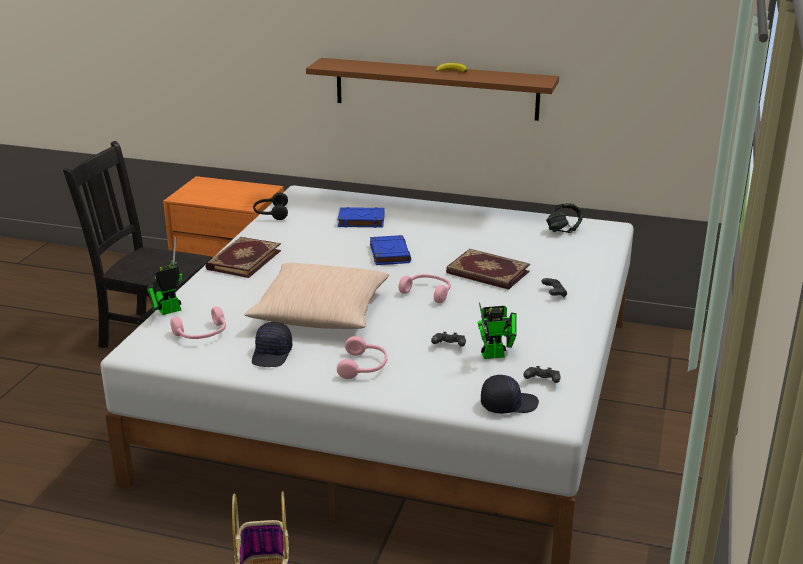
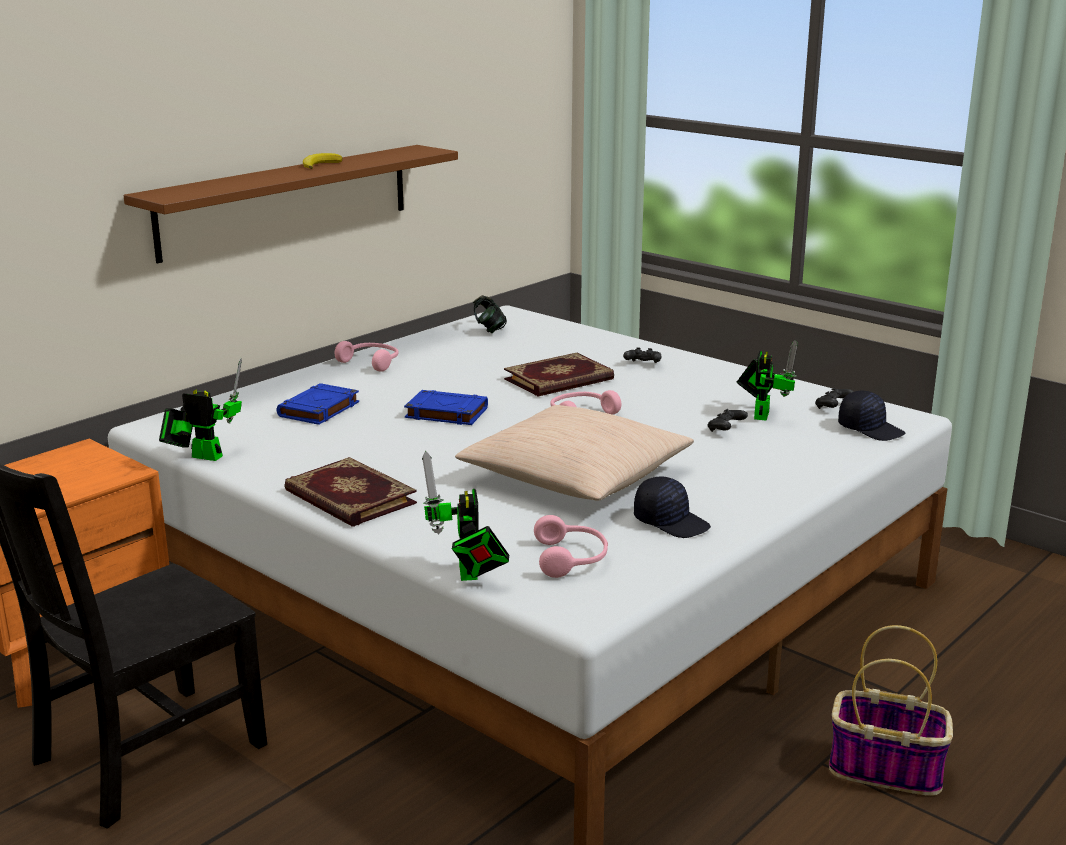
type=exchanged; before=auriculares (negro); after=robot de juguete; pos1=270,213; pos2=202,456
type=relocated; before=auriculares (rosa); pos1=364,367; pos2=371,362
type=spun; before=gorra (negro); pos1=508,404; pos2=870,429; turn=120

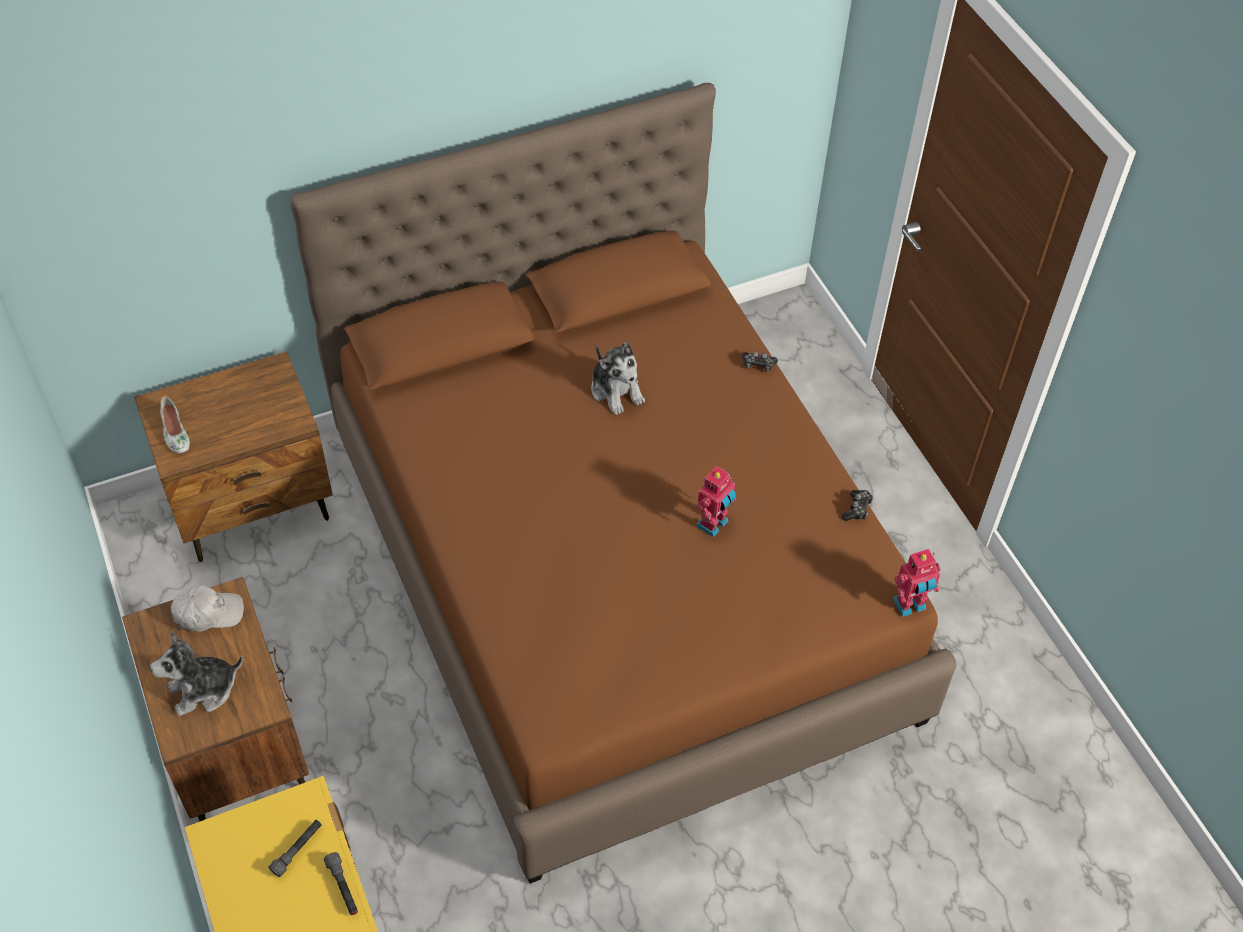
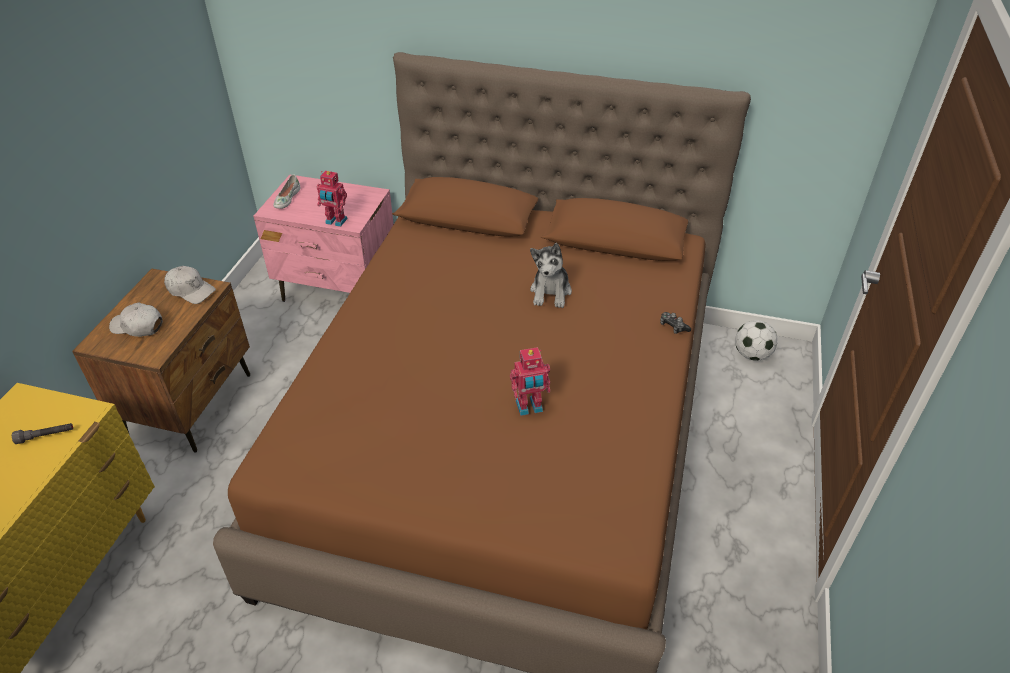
type=exchanged; before=peluche; after=gorra (blanco); pos1=203,690; pos2=138,326
type=colour; before=mesita de noche (marrón); after=mesita de noche (rosa); pos1=253,505; pos2=339,289
type=relocated; before=robot de juguete; pos1=910,605; pos2=335,222
type=appeared; after=balón de fútbol; pos2=752,355
type=missing; before=linterna (gris); pos1=343,887
type=missing; before=mando de consola; pos1=857,509

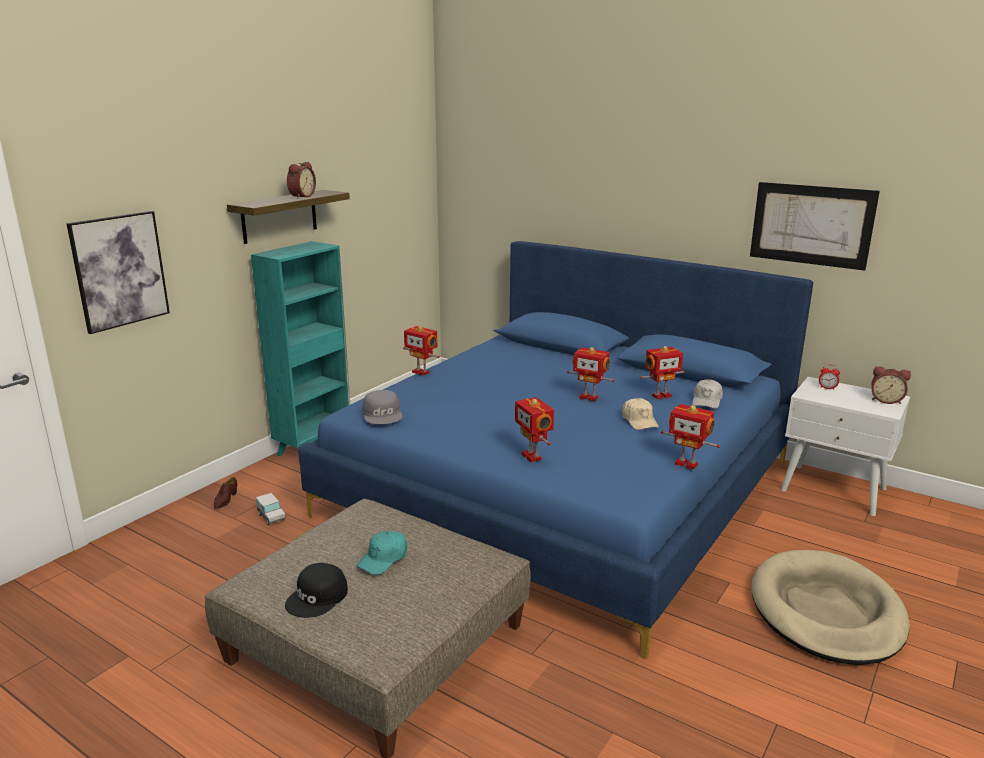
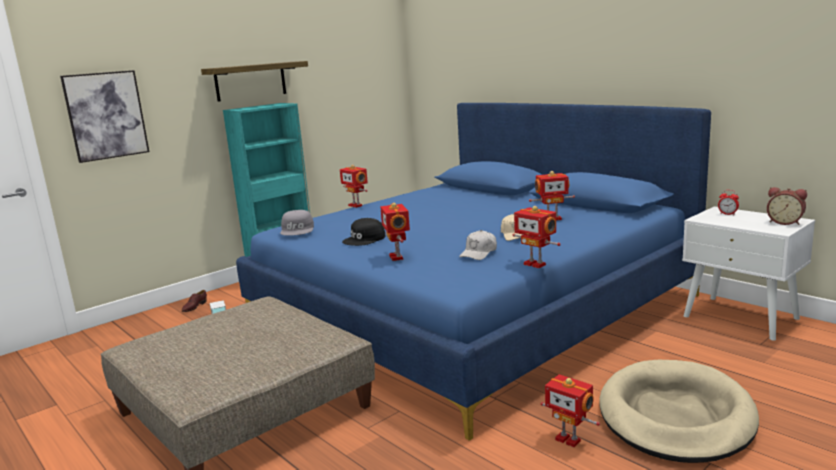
type=relocated; before=gorra (negro); pos1=318,597; pos2=364,239
type=relocated; before=gorra (blanco); pos1=707,401; pos2=479,253
type=relocated; before=robot de juguete; pos1=589,397; pos2=568,439
type=missing; before=despertador; pos1=301,196
type=missing; before=gorra (turquesa); pos1=383,559
type=missing; before=cuadro; pos1=811,225

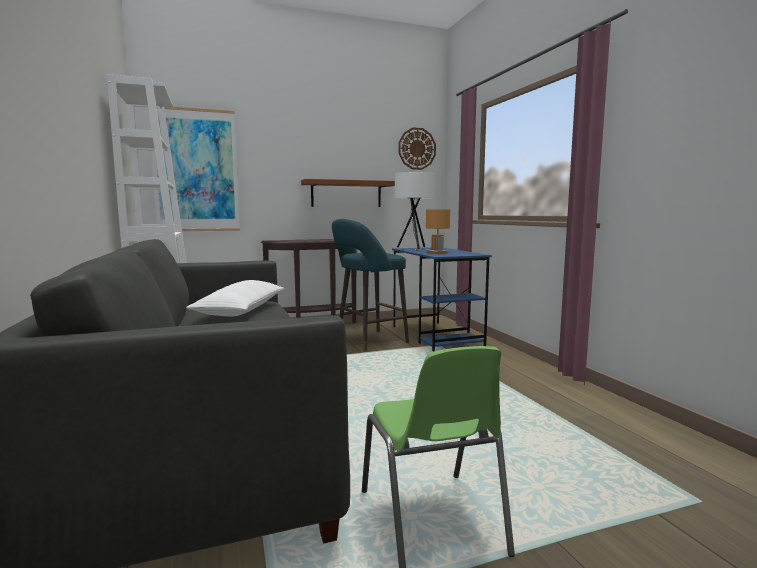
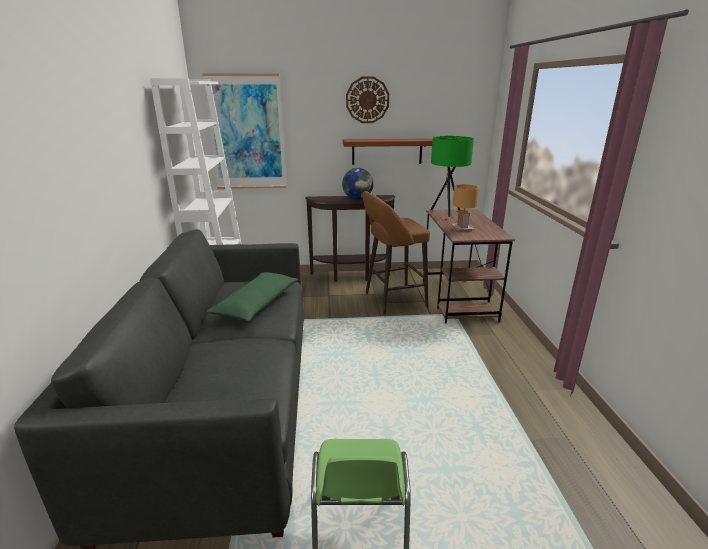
type=colour; before=cojín (blanco); after=cojín (verde); pos1=241,310; pos2=257,304
type=appeared; after=globo terráqueo; pos2=357,199
type=relocated; before=reloj de pared; pos1=417,148; pos2=367,100
type=colour; before=taburete (turquesa); after=taburete (marrón); pos1=368,341; pos2=392,300
type=colour; before=escritorio (azul); after=escritorio (marrón); pos1=436,336; pos2=458,300
type=colour; before=lámpara de mesa (blanco); after=lámpara de mesa (verde); pos1=413,248; pos2=446,213

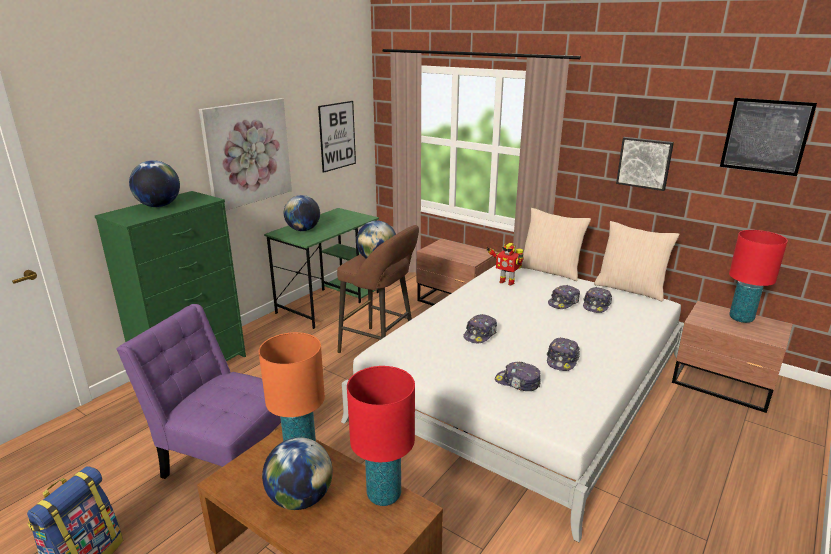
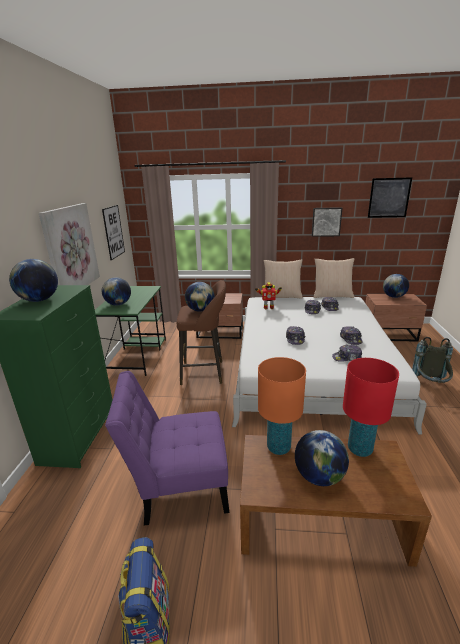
type=exchanged; before=lámpara de mesa (rojo); after=globo terráqueo; pos1=741,318; pos2=394,297
type=appeared; after=mochila (gris); pos2=429,386

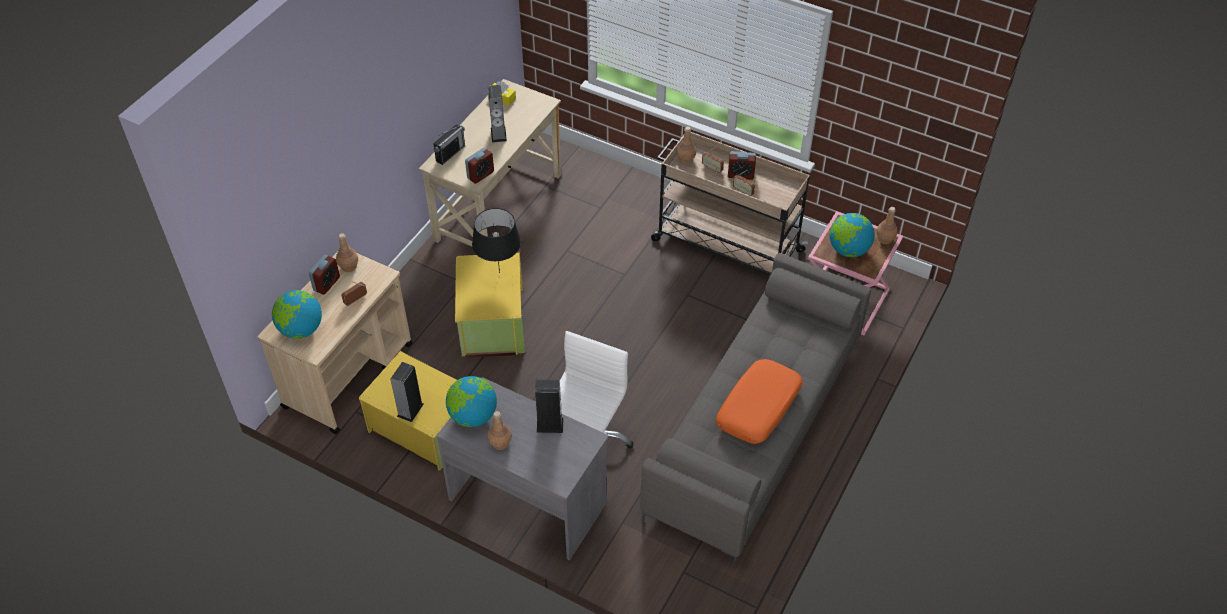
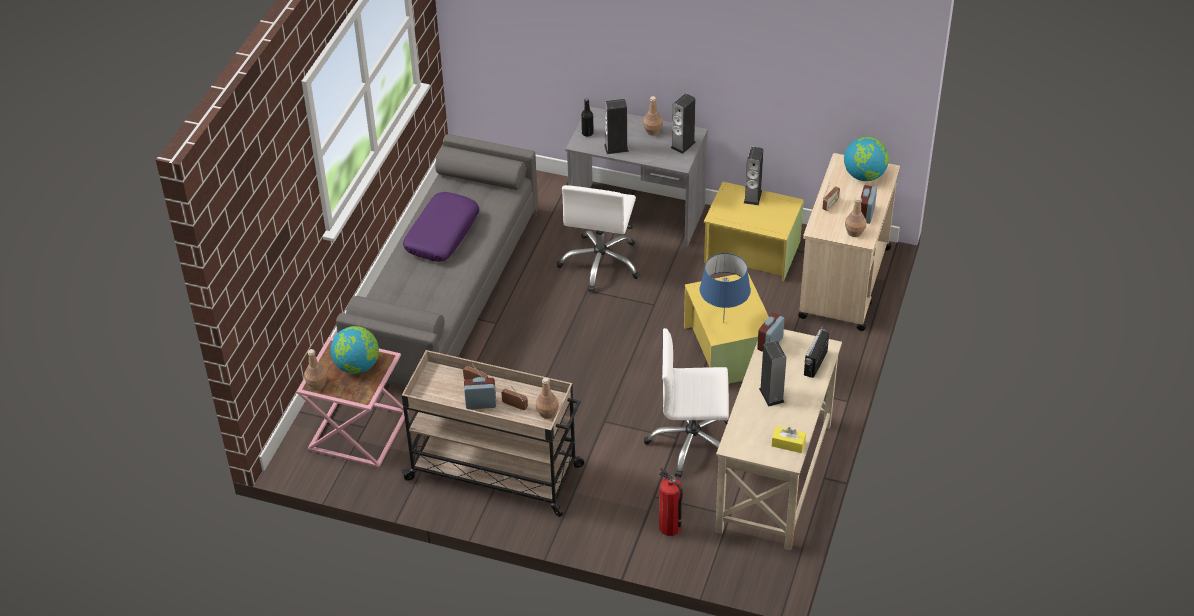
type=colour; before=cojín (naranja); after=cojín (morado); pos1=759,408; pos2=442,234
type=appeared; after=botella (negro); pos2=587,133
type=appeared; after=silla de oficina (blanco); pos2=692,443
type=appeared; after=extintor; pos2=670,527
type=exchanged; before=globo terráqueo; after=altavoz; pos1=473,416; pos2=683,145
type=colour; before=lámpara de mesa (negro); after=lámpara de mesa (azul); pos1=499,272; pos2=723,322

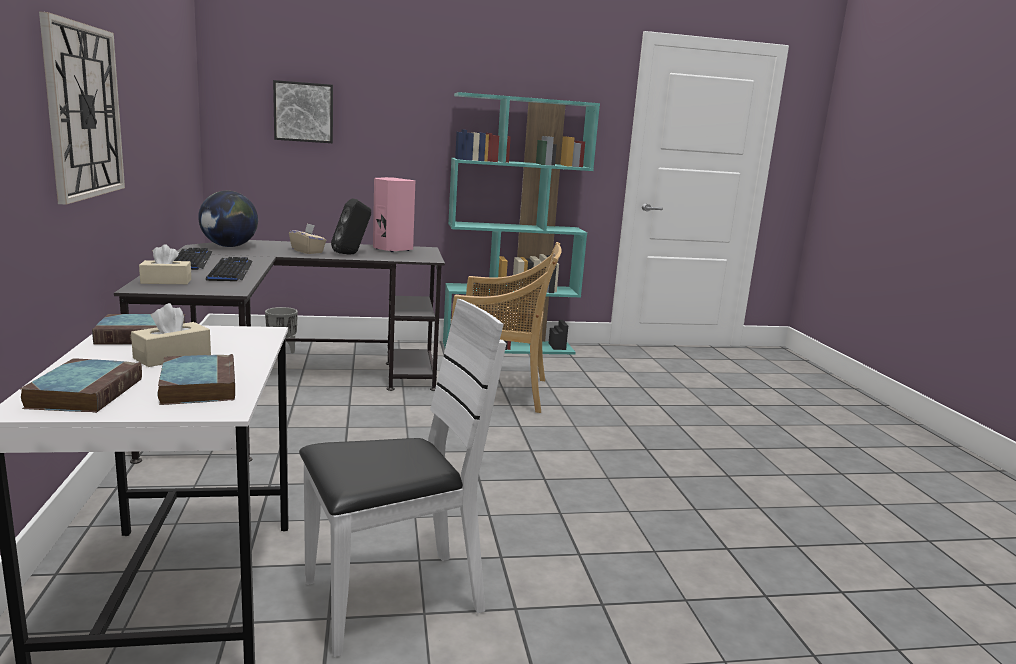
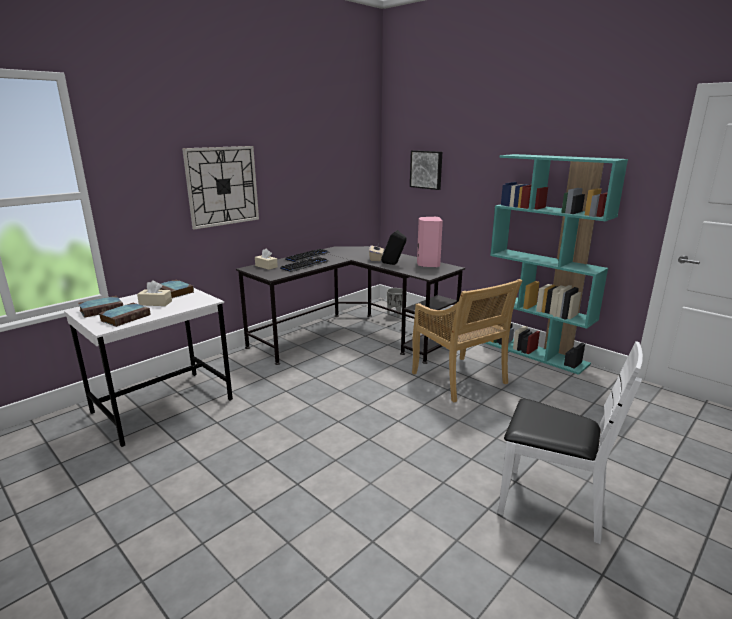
type=relocated; before=silla (blanco); pos1=391,599; pos2=550,504
type=missing; before=globo terráqueo; pos1=229,246

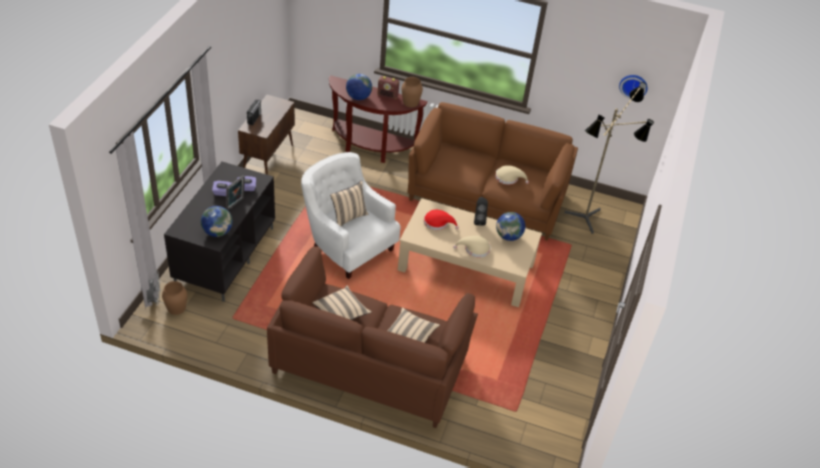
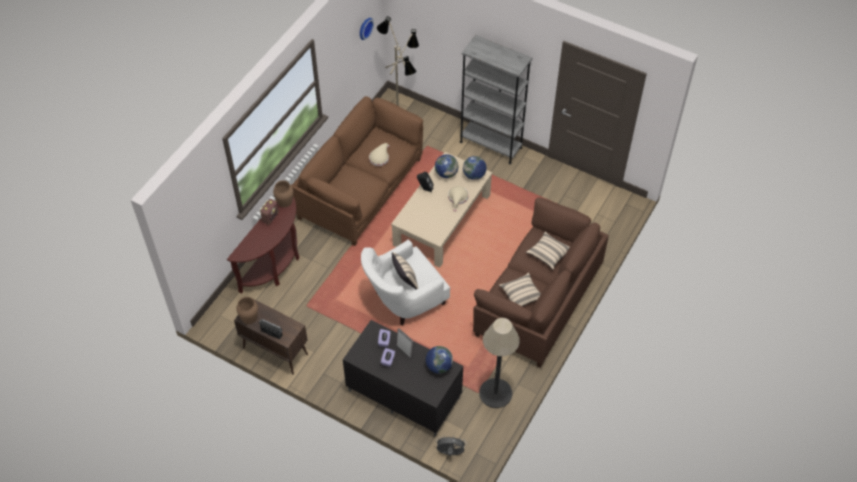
type=relocated; before=florero (marrón); pos1=176,307; pos2=249,317
type=appeared; after=estantería (gris); pos2=490,144
type=relocated; before=globo terráqueo; pos1=358,97; pos2=474,175
type=appeared; after=lámpara de pie; pos2=495,393
type=missing; before=sombrero (rojo); pos1=438,223

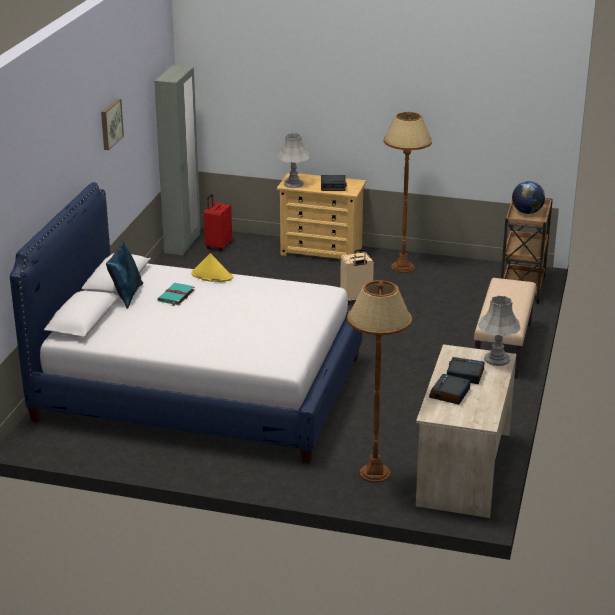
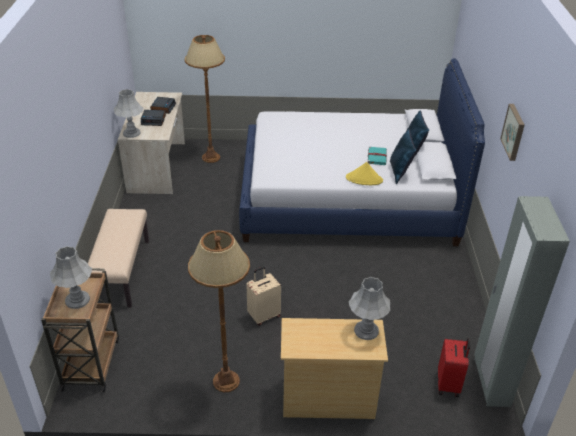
type=exchanged; before=globo terráqueo; after=lámpara de mesa (gris); pos1=527,212; pos2=77,300
type=appeared; after=cojín (azul); pos2=400,172
type=missing; before=despertador; pos1=333,186

